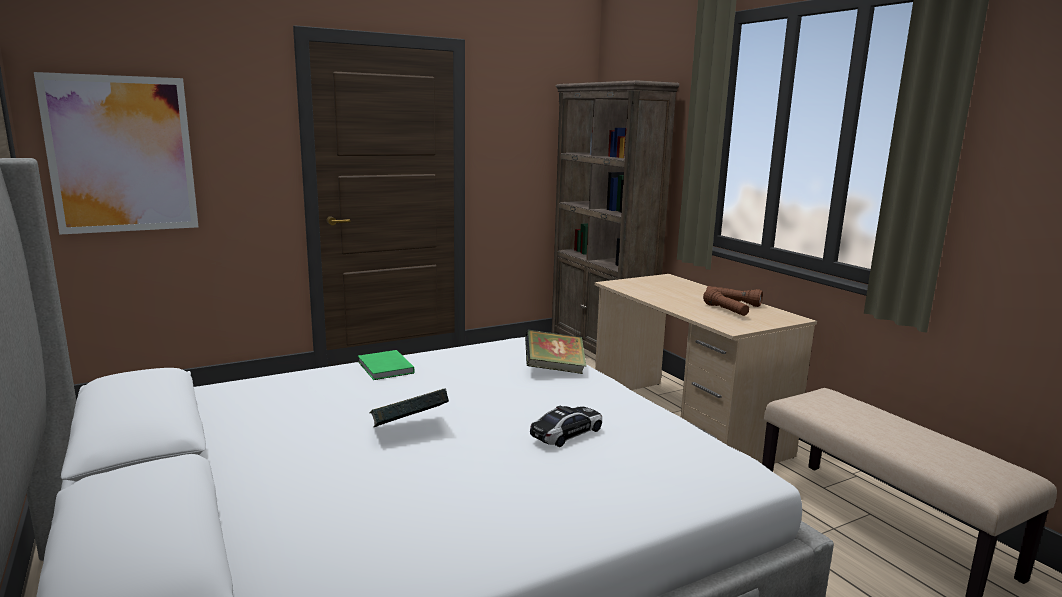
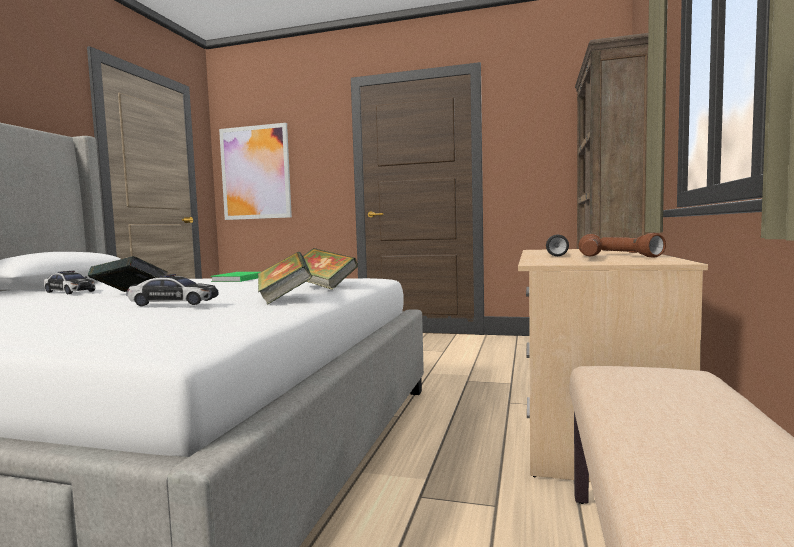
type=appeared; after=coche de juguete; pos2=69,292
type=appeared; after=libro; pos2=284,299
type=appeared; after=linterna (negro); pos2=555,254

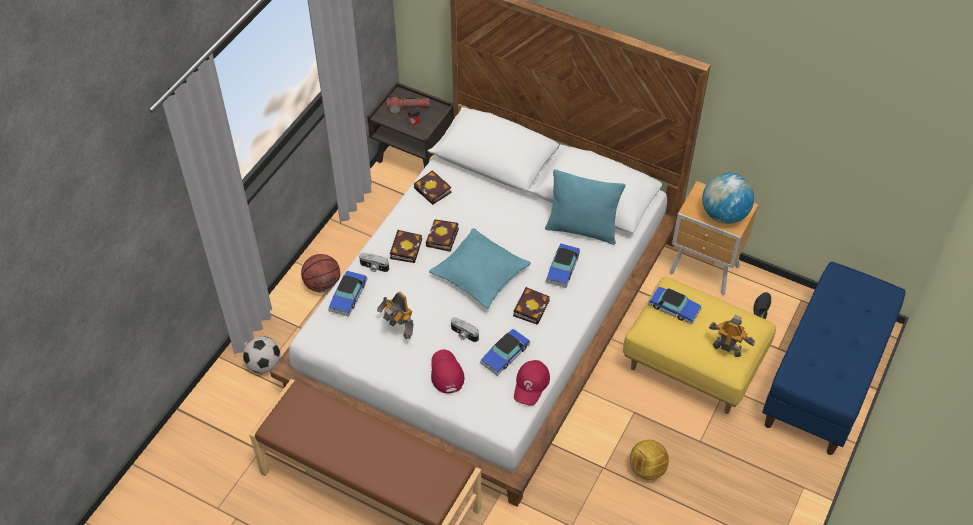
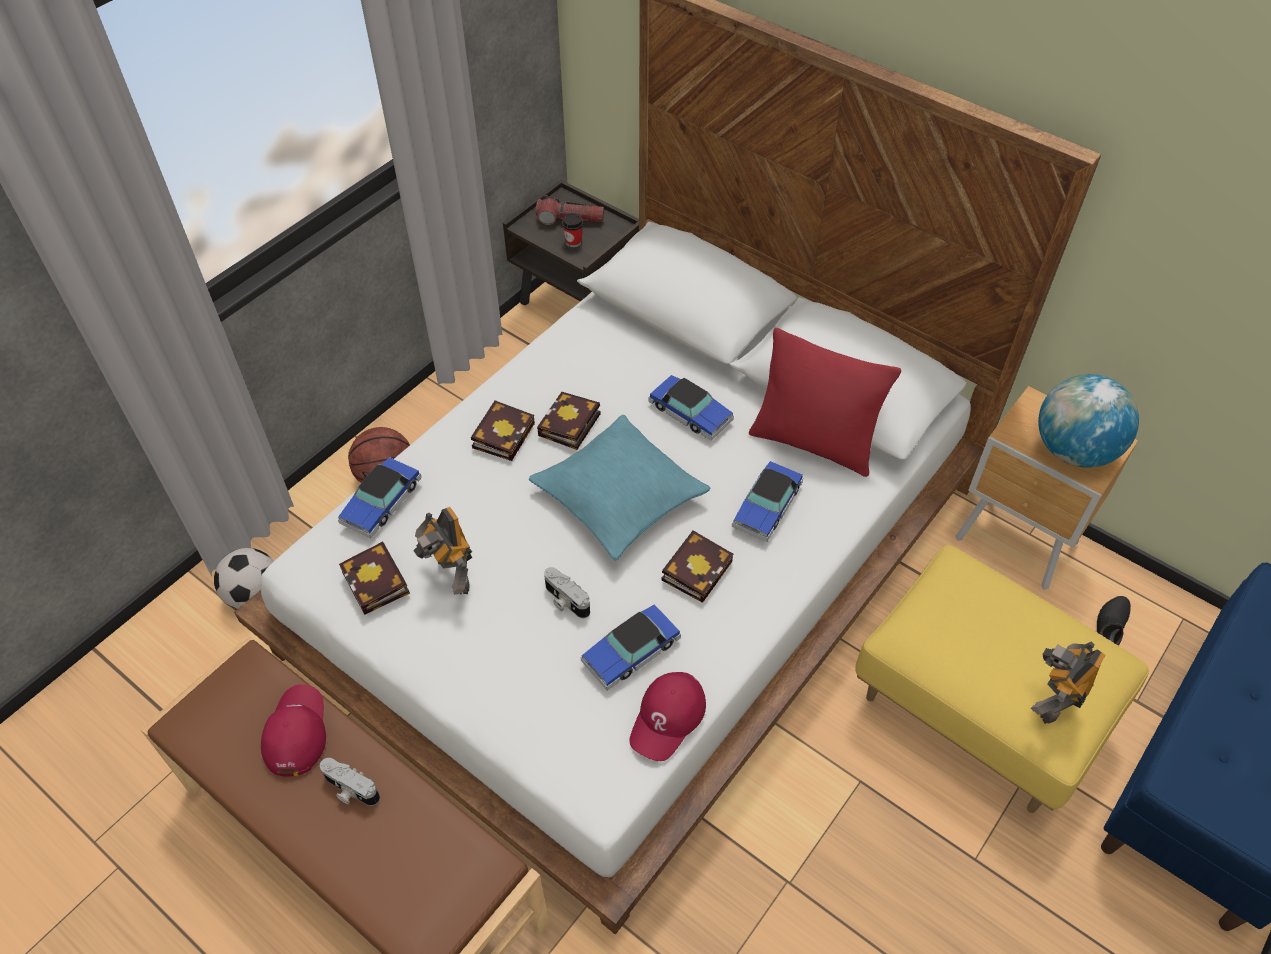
type=relocated; before=gorra (rojo); pos1=446,373; pos2=295,732
type=relocated; before=cámara; pos1=374,267; pos2=350,790
type=relocated; before=libro; pos1=434,191; pos2=378,584
type=relocated; before=coche de juguete; pos1=674,308; pos2=690,413
type=colour; before=cojín (turquesa); after=cojín (rojo); pos1=582,229; pos2=813,443
type=spun; before=robot de juguete; pos1=727,349; pos2=1053,701; turn=-90
type=missing; before=balón de fútbol; pos1=647,468

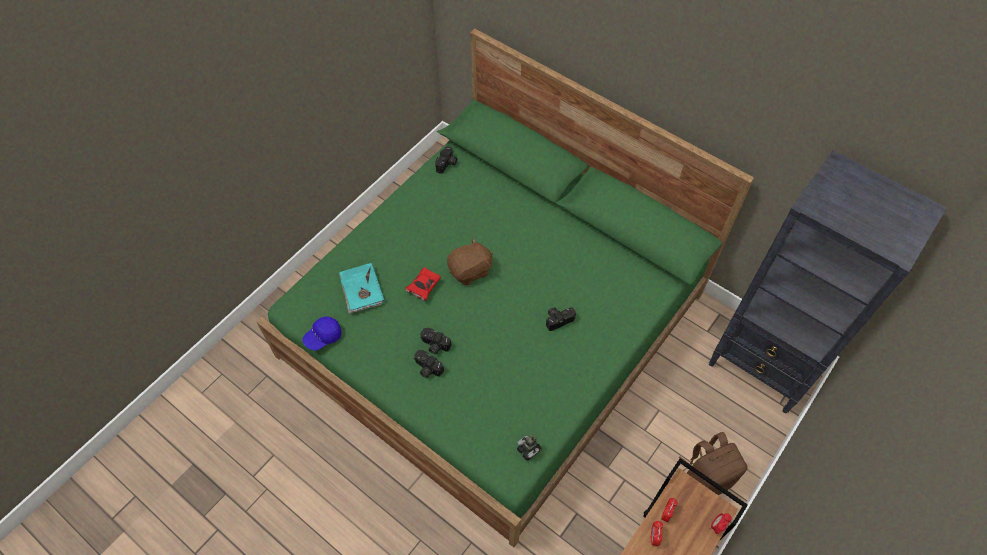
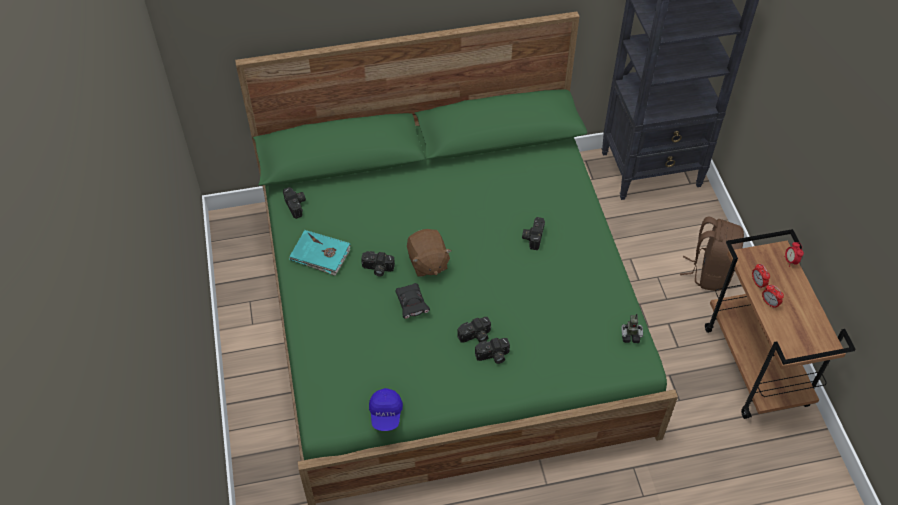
type=relocated; before=libro (turquesa); pos1=361,289; pos2=320,254
type=appeared; after=cámara; pos2=377,269
type=colour; before=coche de juguete (rojo); after=coche de juguete (negro); pos1=424,287; pos2=411,304
type=spun; before=peluche (marrón); pos1=470,271; pos2=427,262; turn=150

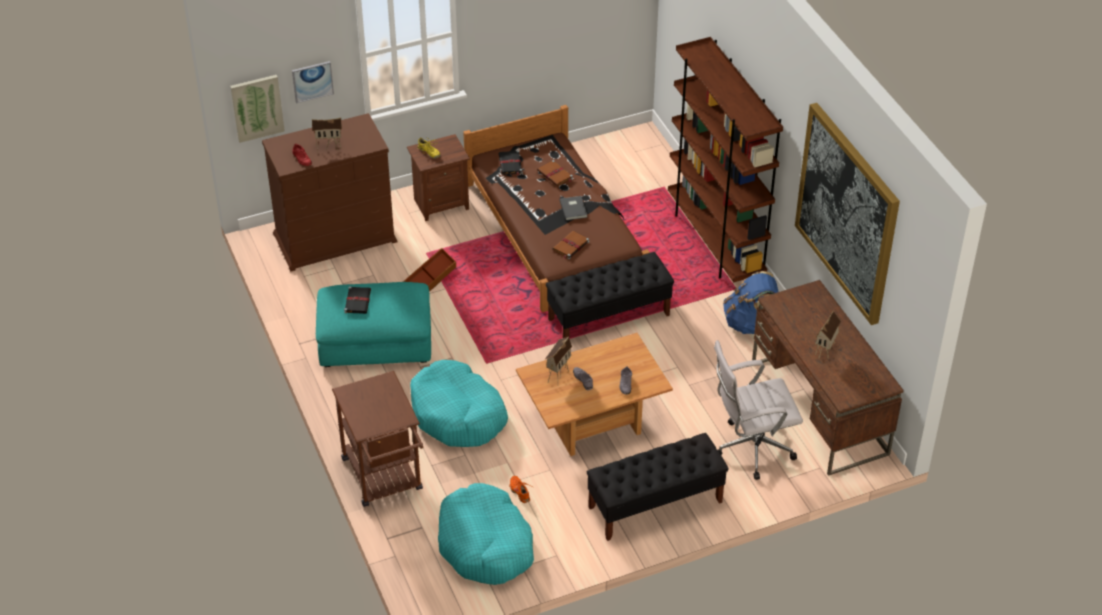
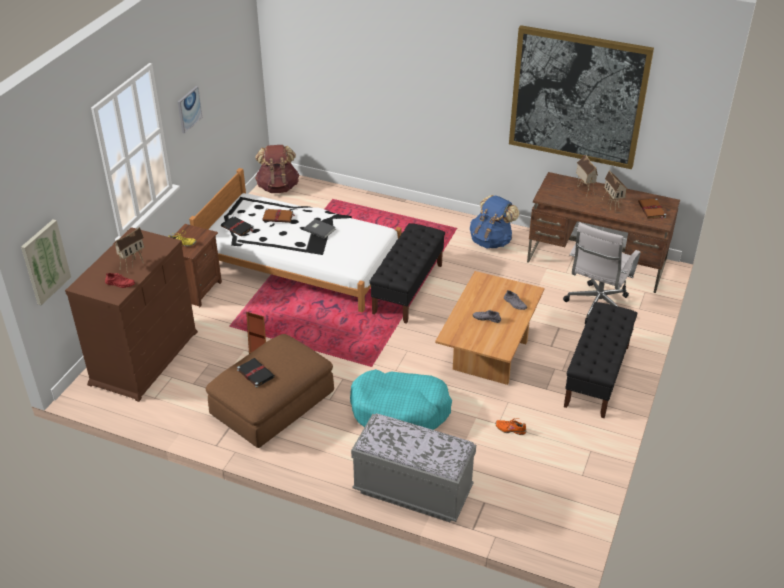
type=relocated; before=cuadro; pos1=312,81; pos2=189,109
type=colour; before=cama (marrón); after=cama (blanco); pos1=554,231; pos2=299,261
type=colour; before=puf (turquesa); after=puf (marrón); pos1=375,340; pos2=272,404
type=appeared; after=mochila (marrón); pos2=278,187
type=exchanged; before=carrito (marrón); after=banco (gris); pos1=384,479; pos2=413,491
type=relocated; before=casita; pos1=557,374; pos2=584,190
type=relocated; before=libro (marrón); pos1=570,246; pos2=652,210
type=missing; before=cama para perro (turquesa); pos1=485,545
type=missing; before=estantería (marrón); pos1=715,241

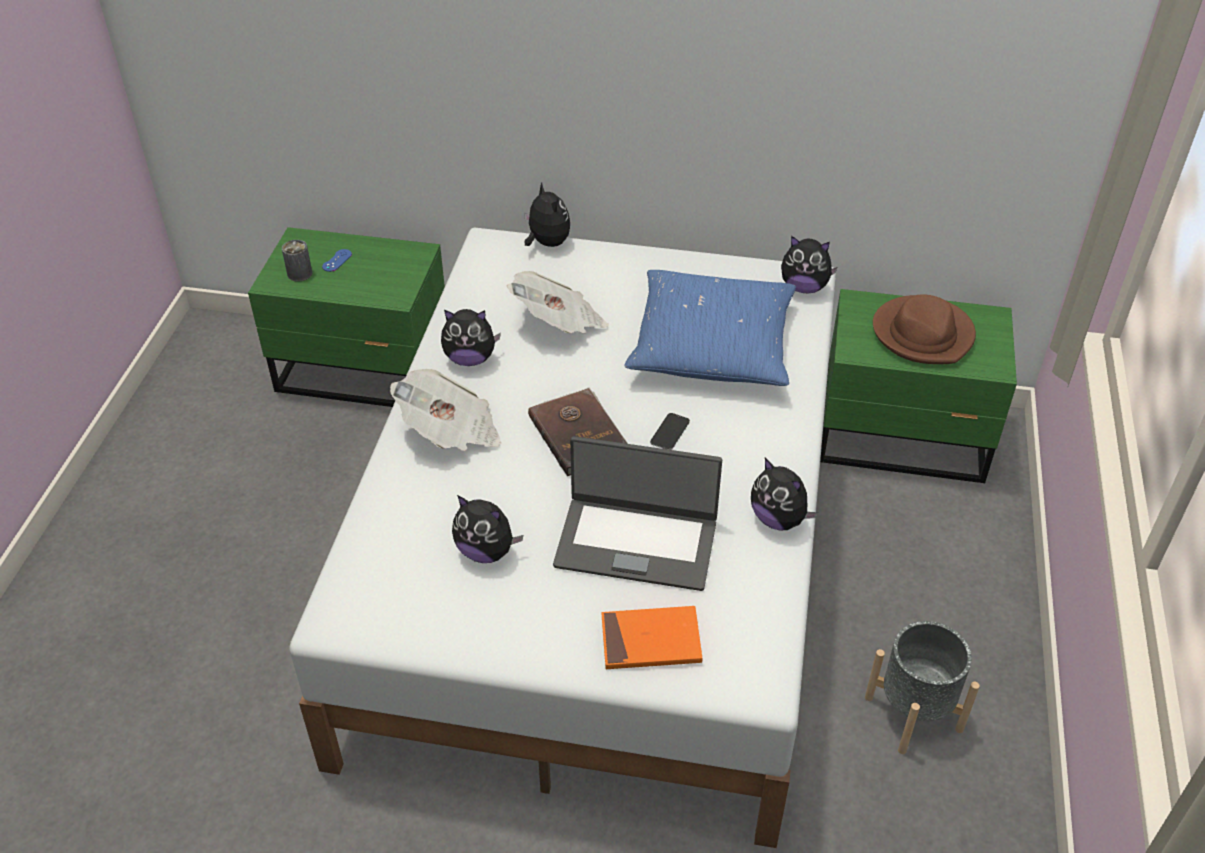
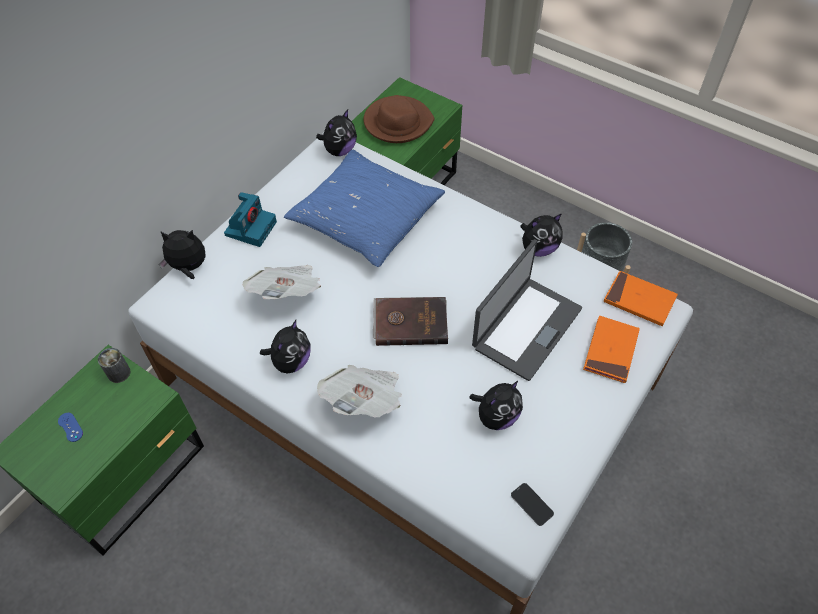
type=relocated; before=lata; pos1=299,273; pos2=119,373
type=appeared; after=cámara; pos2=251,227
type=relocated; before=móvil; pos1=670,432; pos2=532,504
type=appeared; after=libro (naranja); pos2=639,300

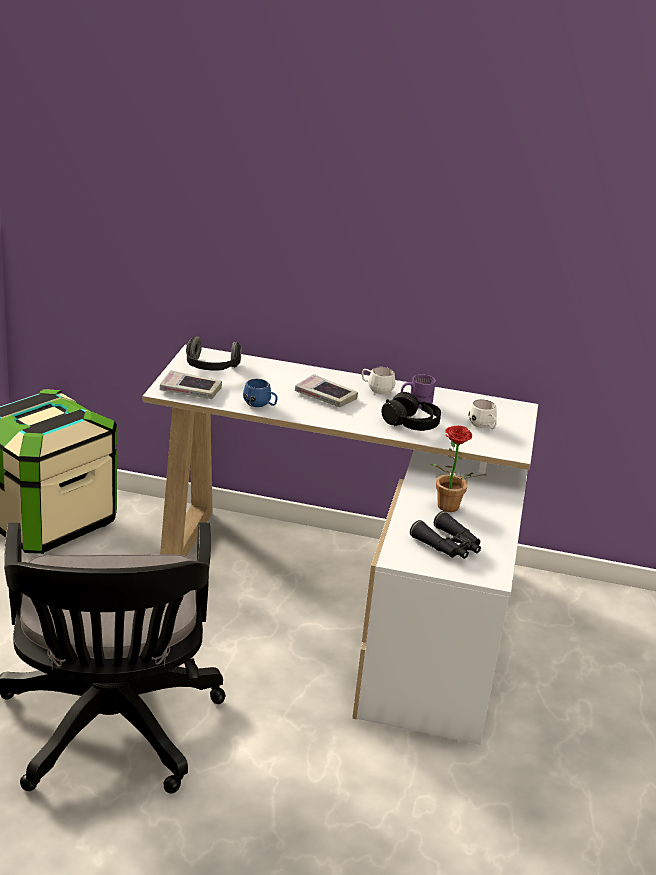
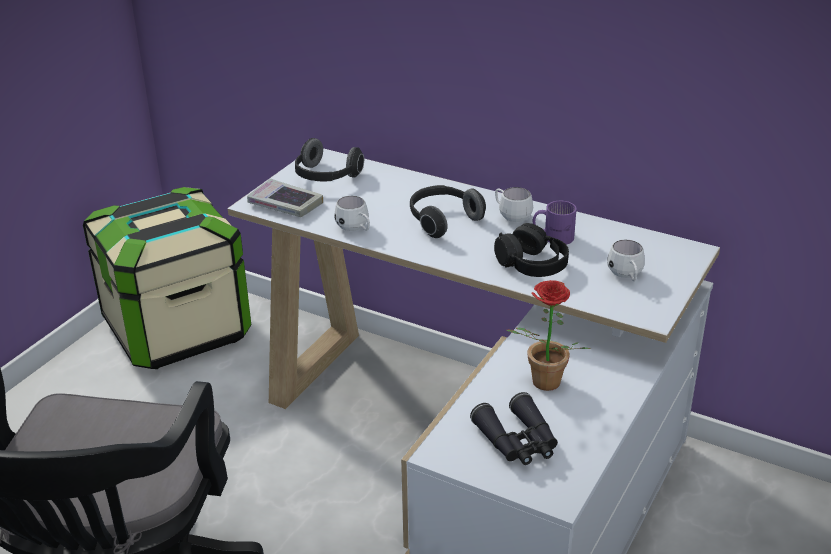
type=colour; before=taza grande (azul); after=taza grande (blanco); pos1=260,406; pos2=355,229
type=exchanged; before=libro; after=auriculares; pos1=325,396; pos2=442,220

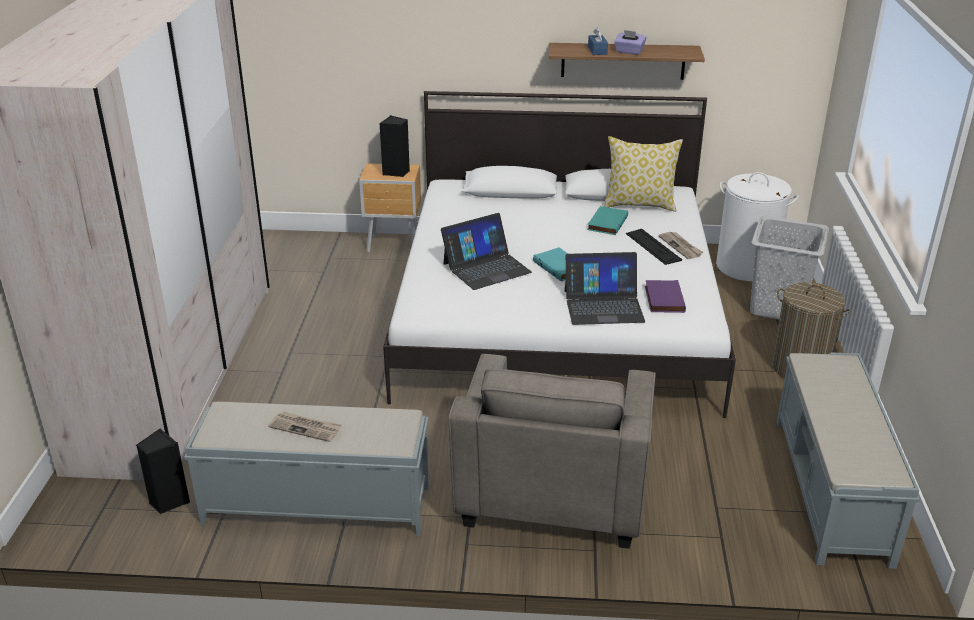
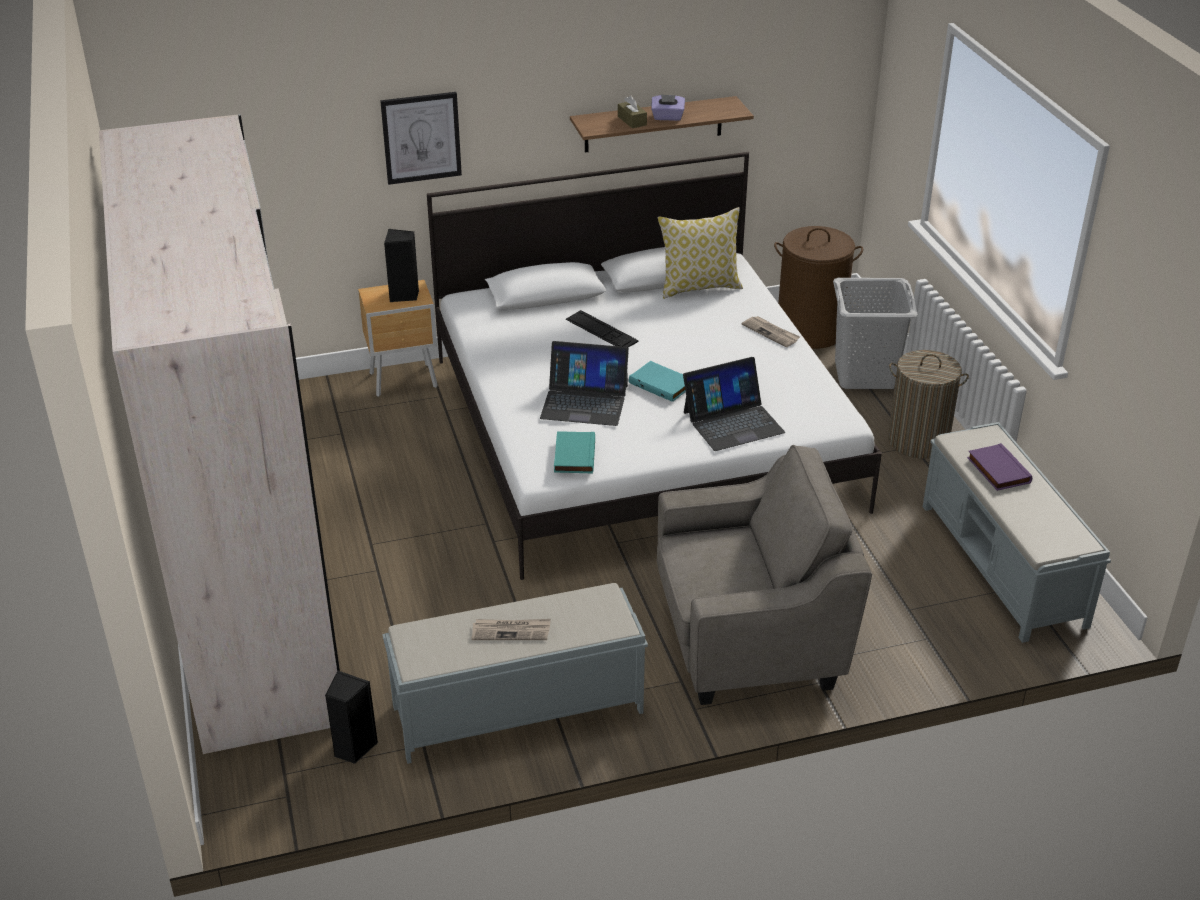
type=appeared; after=cuadro; pos2=421,137
type=spun; before=portátil; pos1=486,268; pos2=584,401; turn=60
type=relocated; before=libro (turquesa); pos1=606,223; pos2=573,455
type=relocated; before=teclado; pos1=653,246; pos2=601,330
type=colour; before=caja de pañuelos (azul); after=caja de pañuelos (marrón); pos1=597,50; pos2=632,121
type=spun; before=sillón (gris); pos1=552,495; pos2=749,637; turn=-90
type=colour; before=cesto de la ropa (blanco); after=cesto de la ropa (marrón); pos1=746,266; pos2=810,331
type=relocated; before=libro (morado); pos1=663,299; pos2=997,470

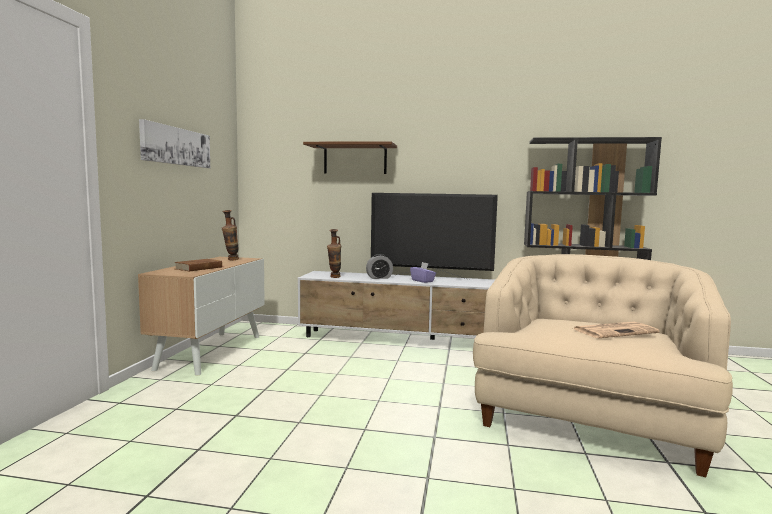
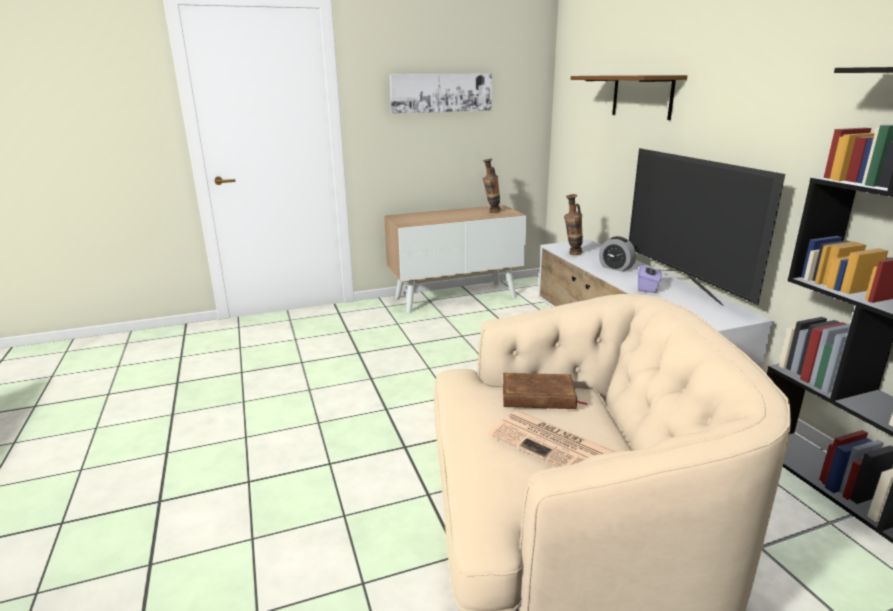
type=relocated; before=libro (marrón); pos1=199,268; pos2=538,396

